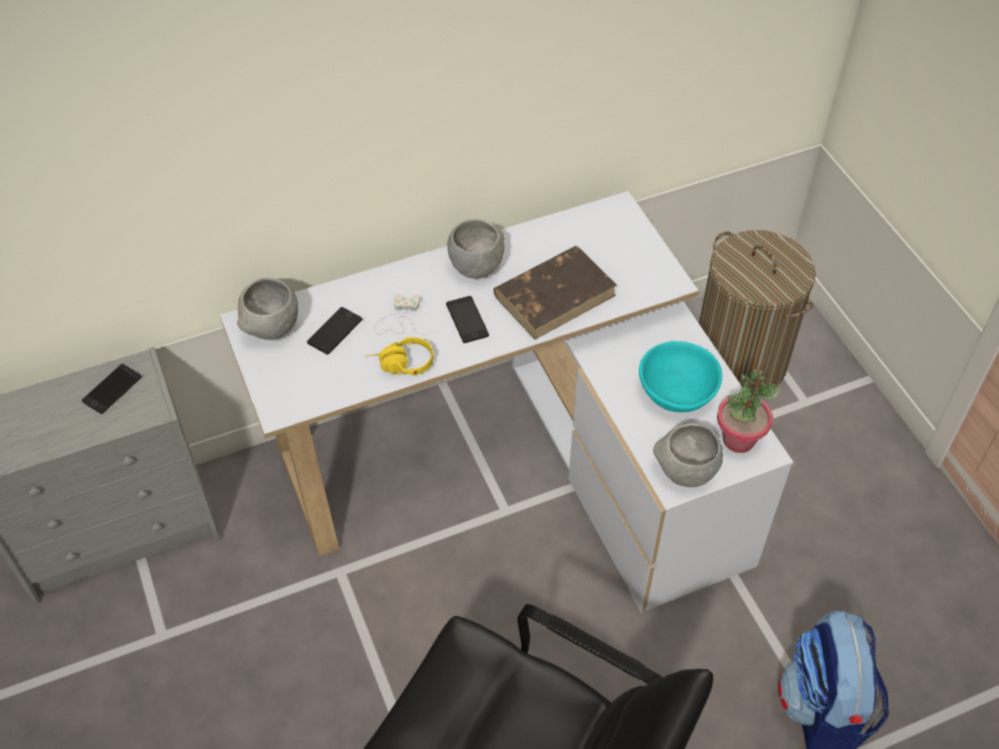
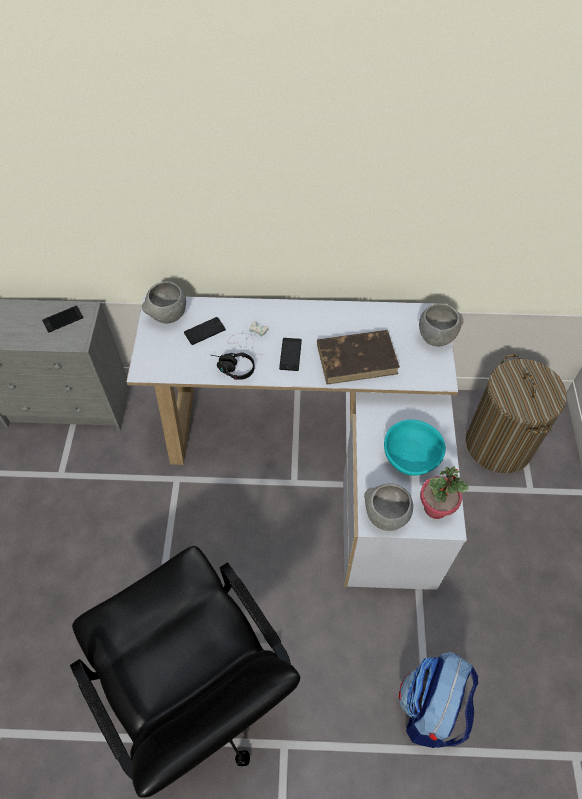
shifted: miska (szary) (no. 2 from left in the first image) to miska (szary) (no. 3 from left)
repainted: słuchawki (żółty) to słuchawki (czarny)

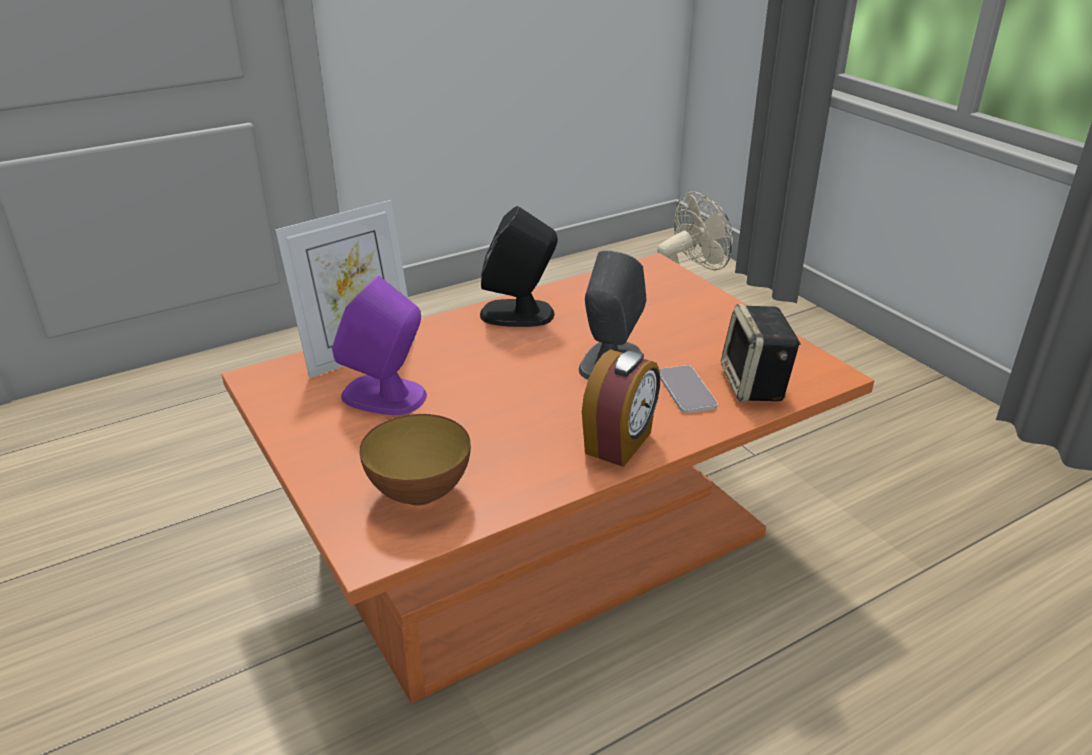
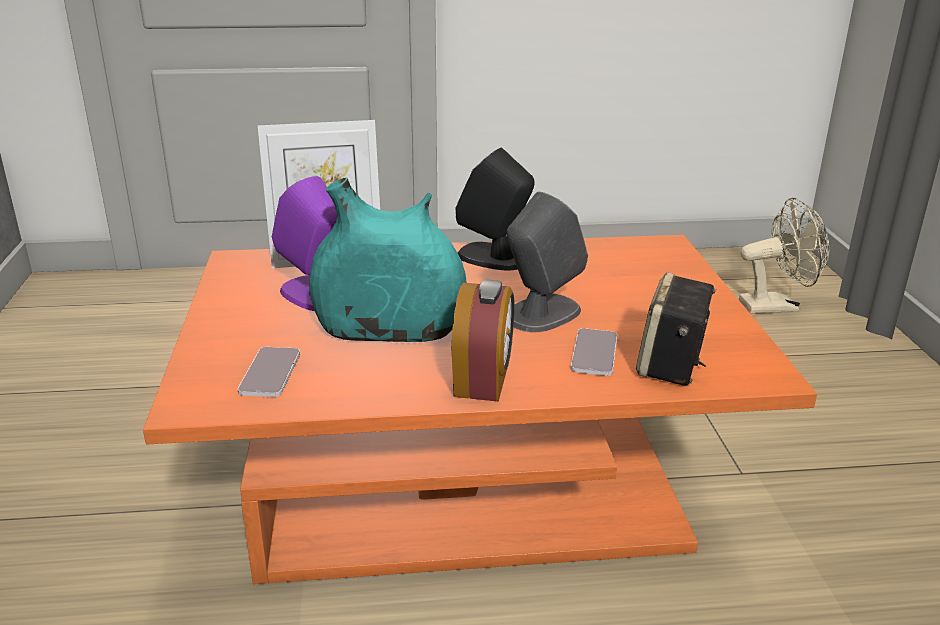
new: wazon (turkusowy)
swapped: miska to telefon (no. 1 from left)
rotated: budzik 45 degrees counterclockwise

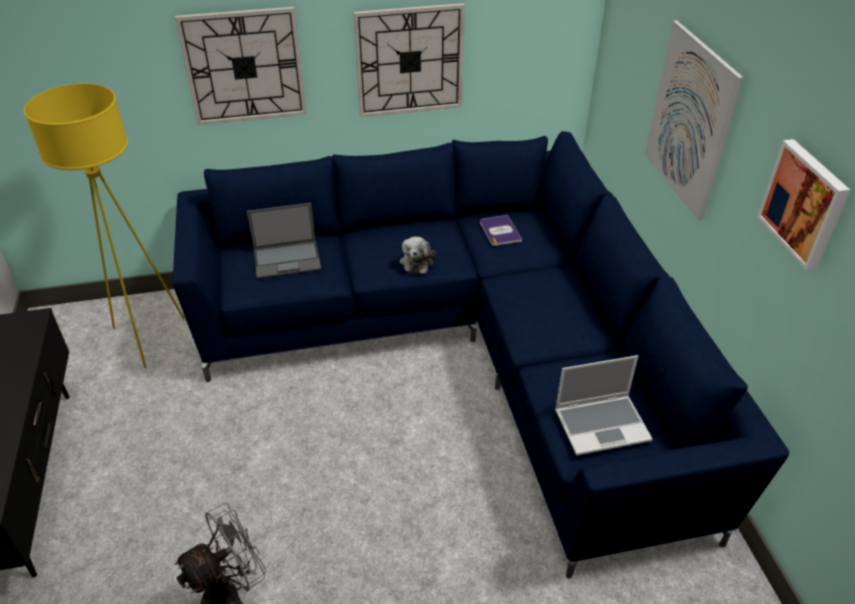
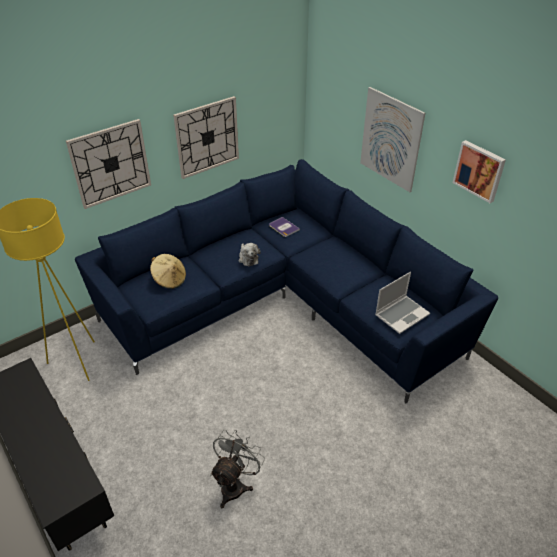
swapped: laptop (no. 1 from left) to kapelusz (beżowy)

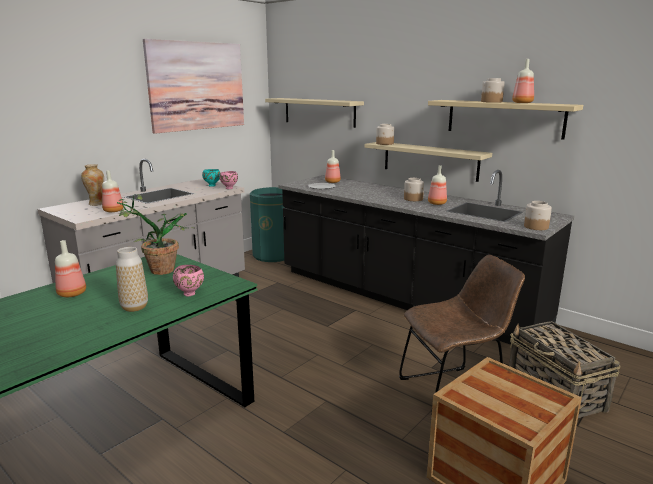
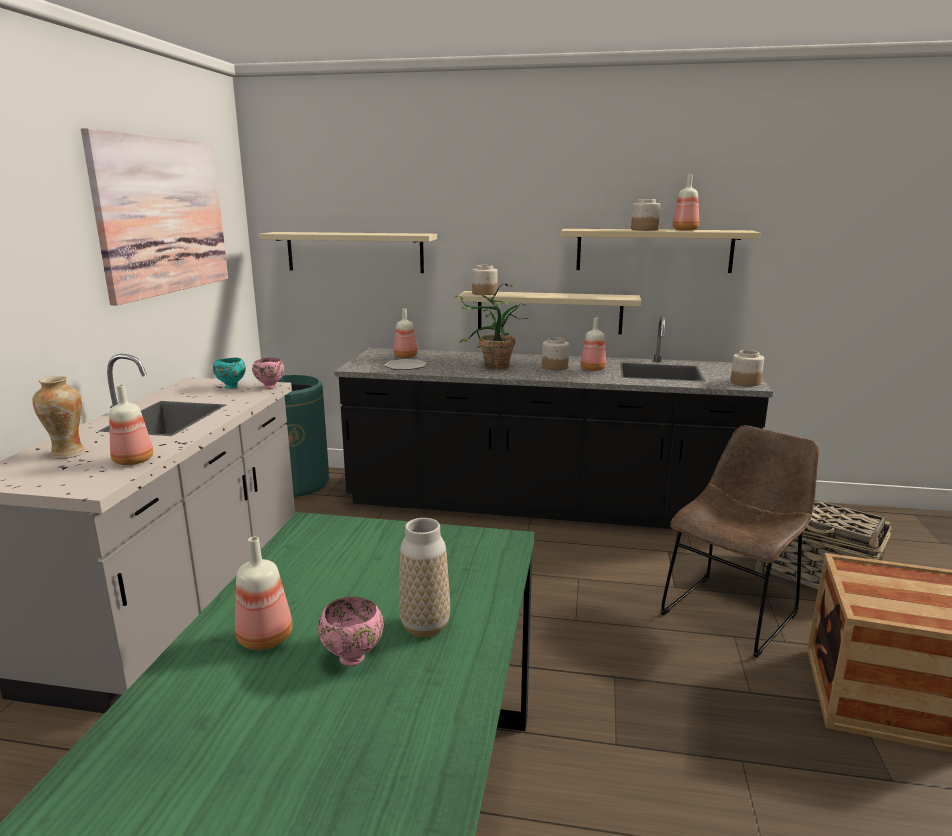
shifted: roślina doniczkowa; miska (różowy) (no. 1 from left in the first image) to miska (różowy) (no. 2 from left)

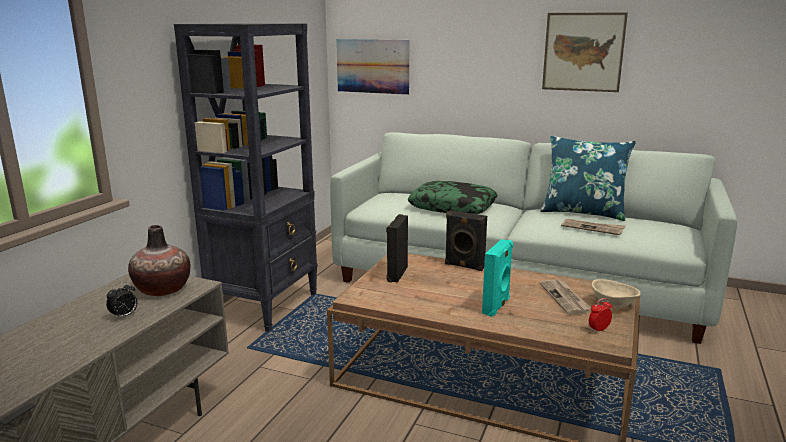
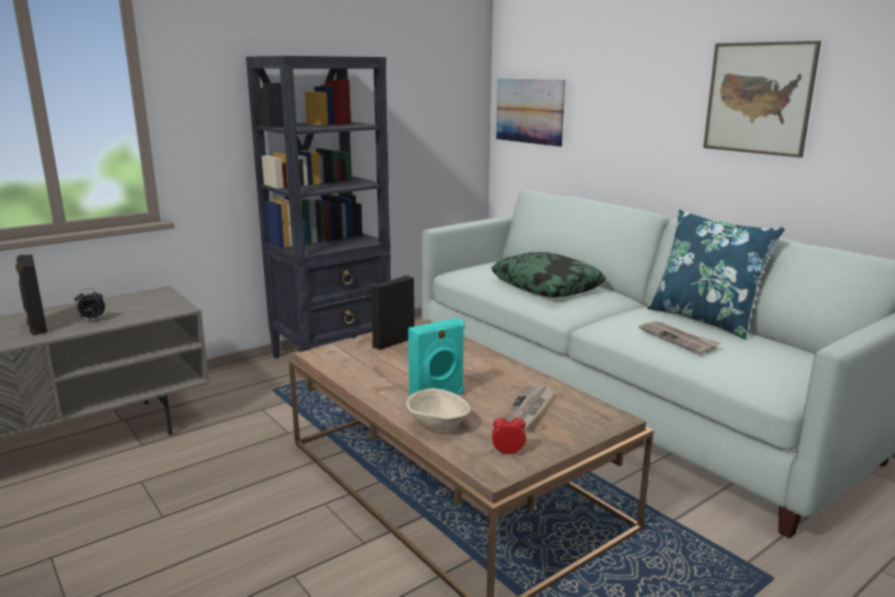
gone: wazon
shifted: głośnik (czarny) (no. 2 from left in the first image) to głośnik (czarny) (no. 1 from left); miska (beżowy)

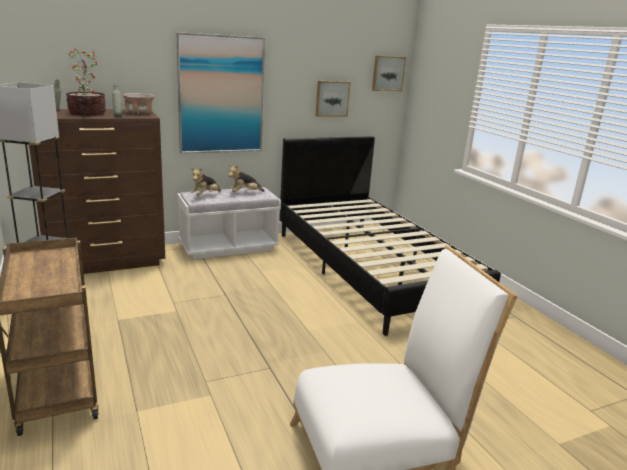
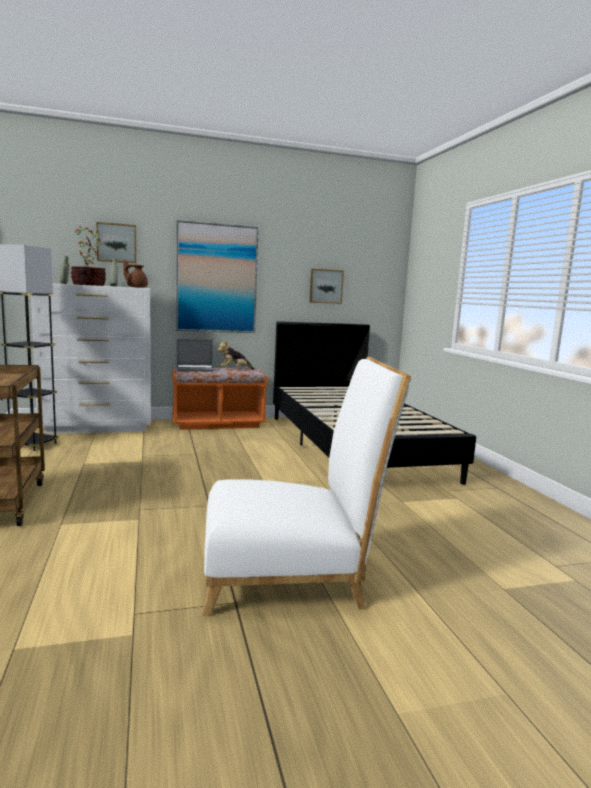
shifted: obraz (no. 3 from left in the first image) to obraz (no. 1 from left)
swapped: miska (beżowy) to imbryk (brązowy); pluszak (no. 1 from left) to laptop
repainted: komoda (brązowy) to komoda (biały); ławka (biały) to ławka (pomarańczowy)

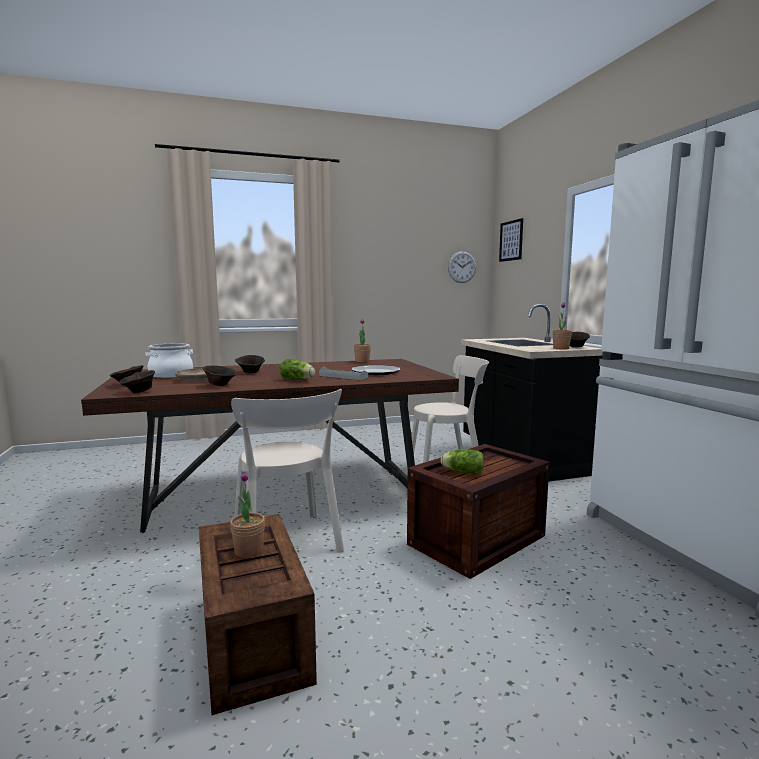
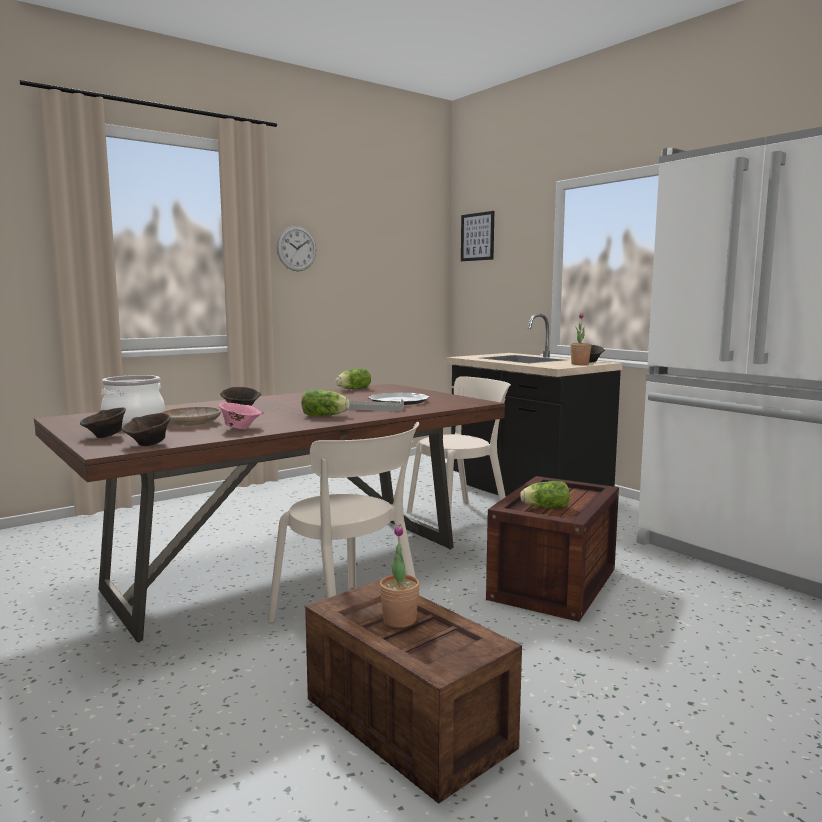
shifted: zegar ścienny
swapped: roślina doniczkowa (no. 2 from left) to sałata (no. 2 from left)
repainted: miska (brązowy) (no. 3 from left) to miska (różowy)

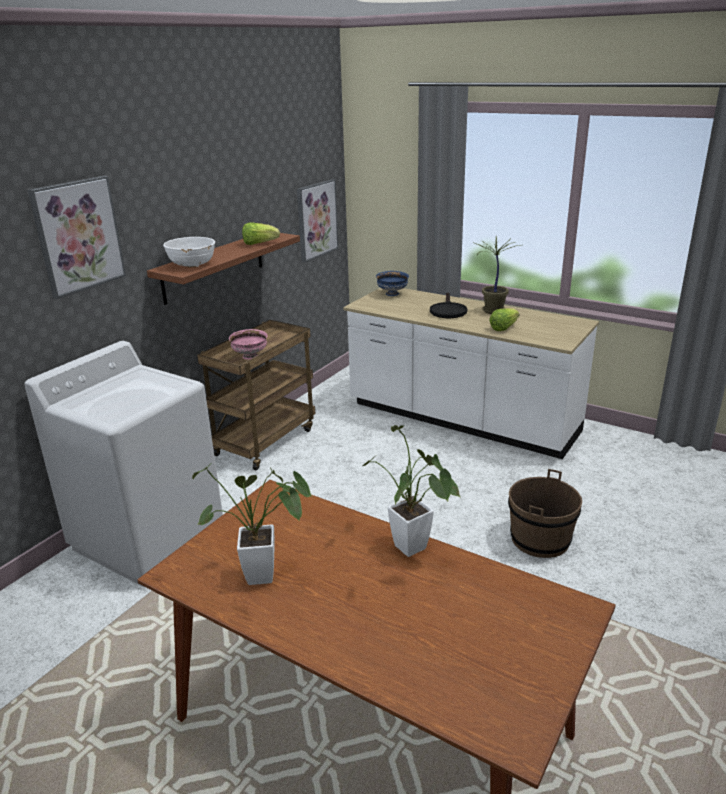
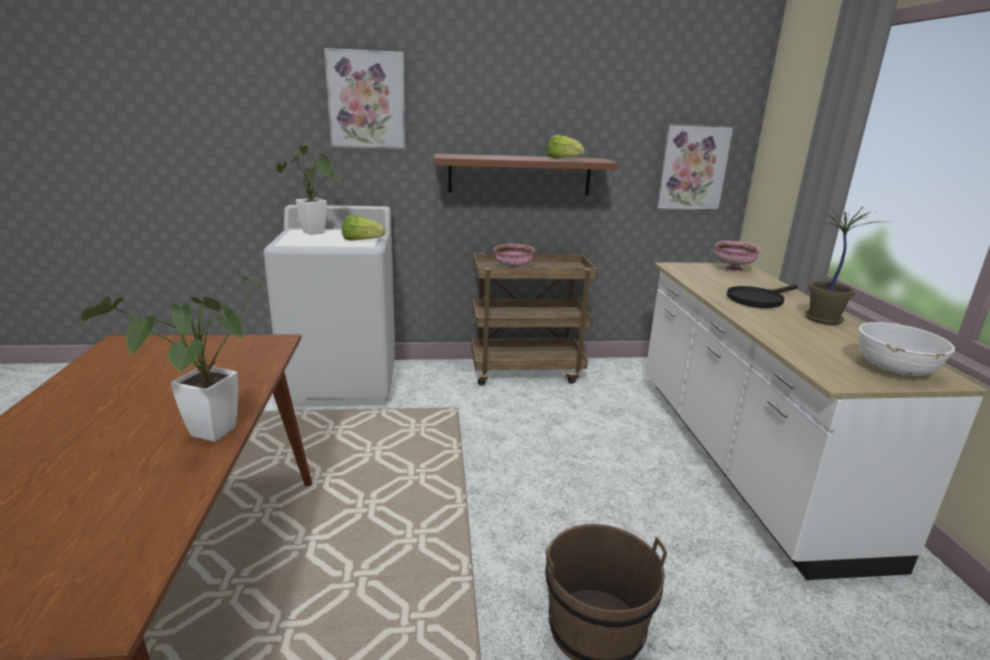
shifted: miska (biały); roślina doniczkowa (no. 1 from left in the first image) to roślina doniczkowa (no. 2 from left); sałata (no. 2 from left in the first image) to sałata (no. 1 from left)
repainted: miska (niebieski) to miska (różowy) (no. 2 from left)

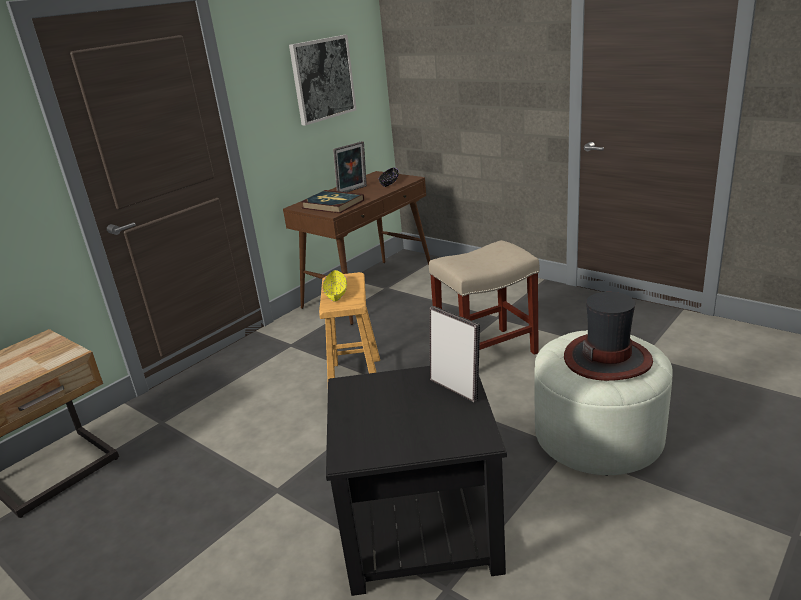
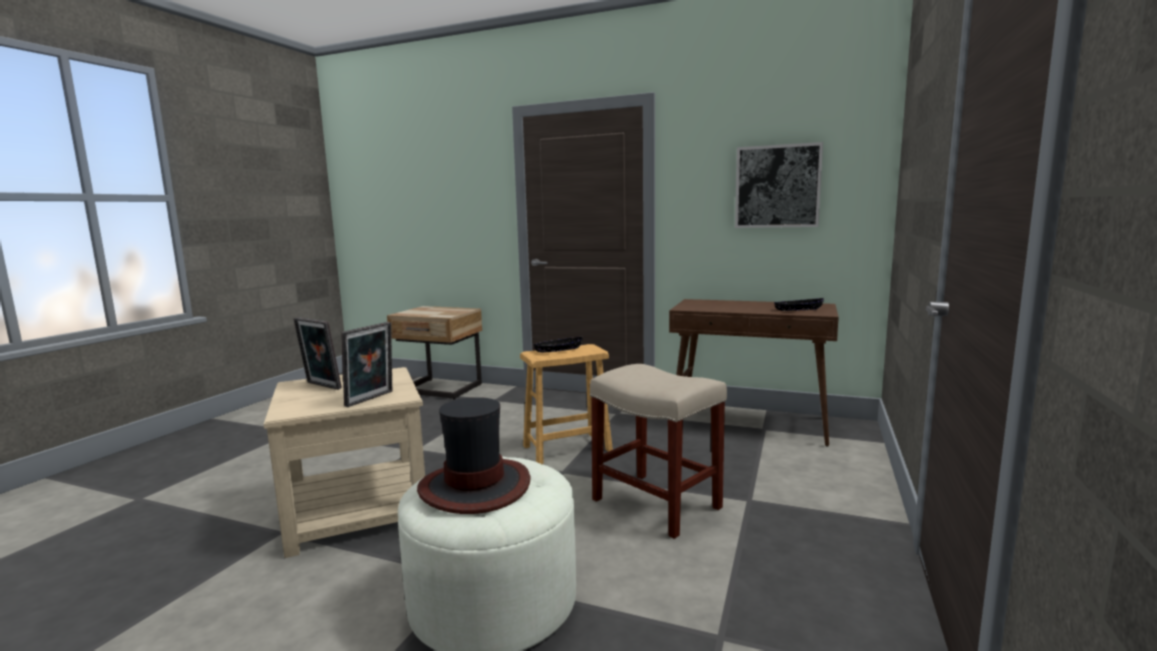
gone: książka
shifted: ramka na zdjęcie (no. 1 from left)
repainted: miska (żółty) to miska (czarny) (no. 1 from left); stolik (czarny) to stolik (beżowy)

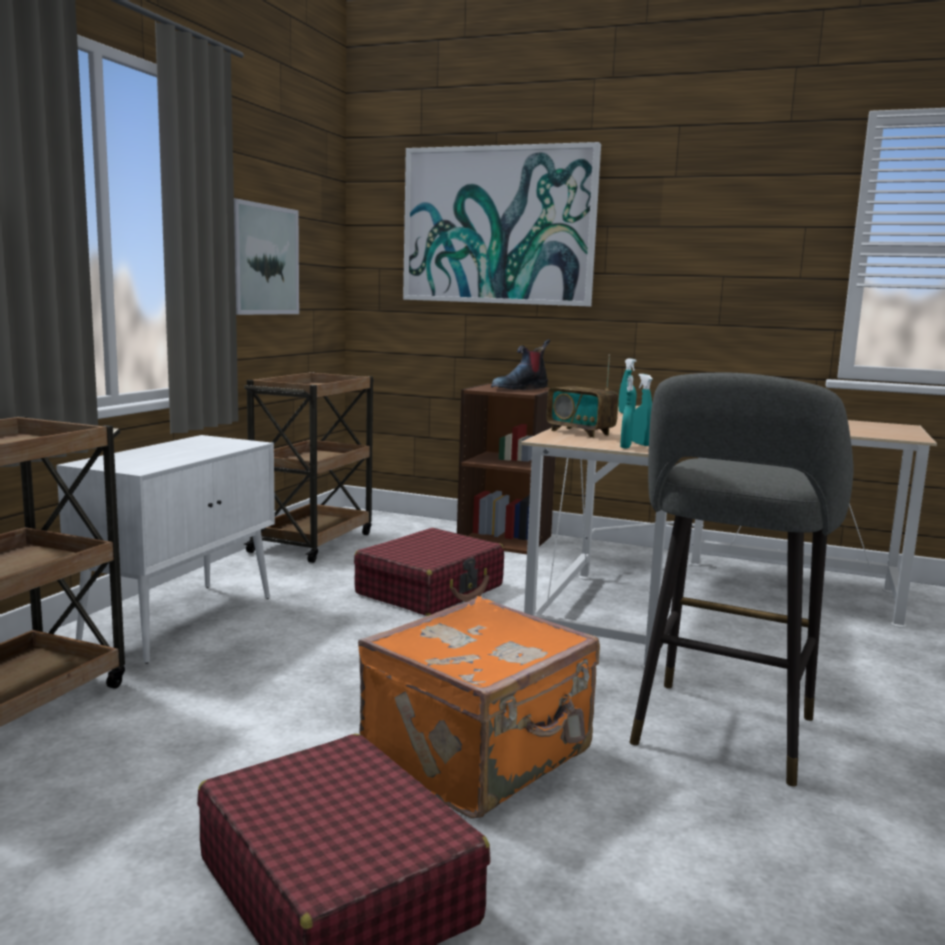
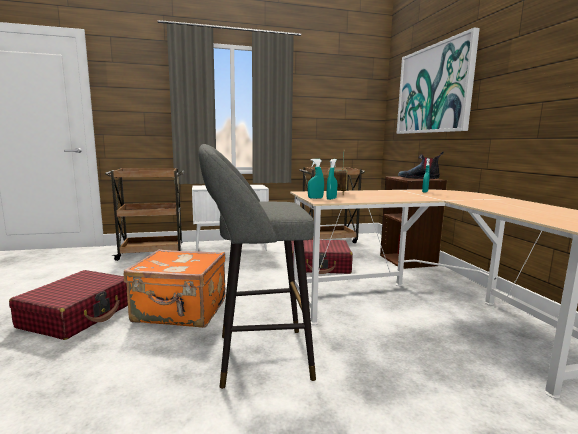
gone: obraz (no. 1 from left)

